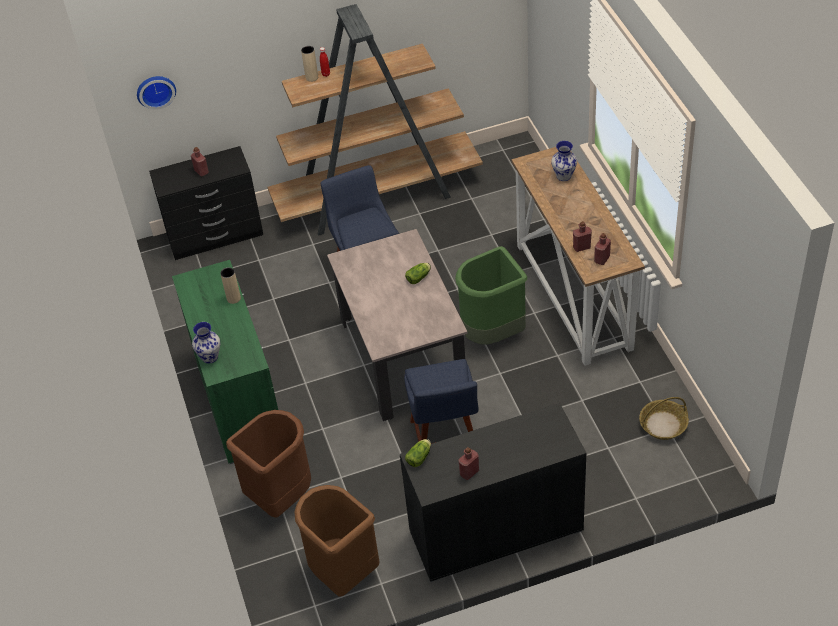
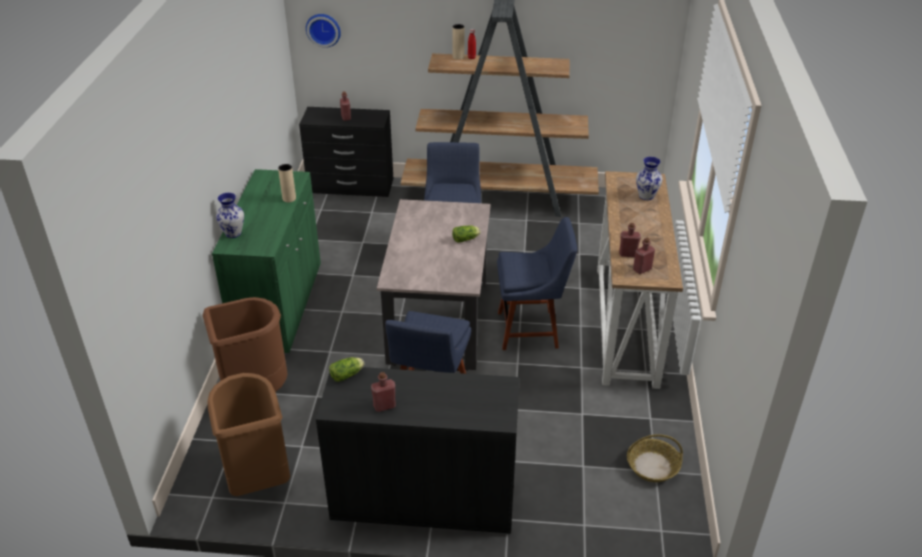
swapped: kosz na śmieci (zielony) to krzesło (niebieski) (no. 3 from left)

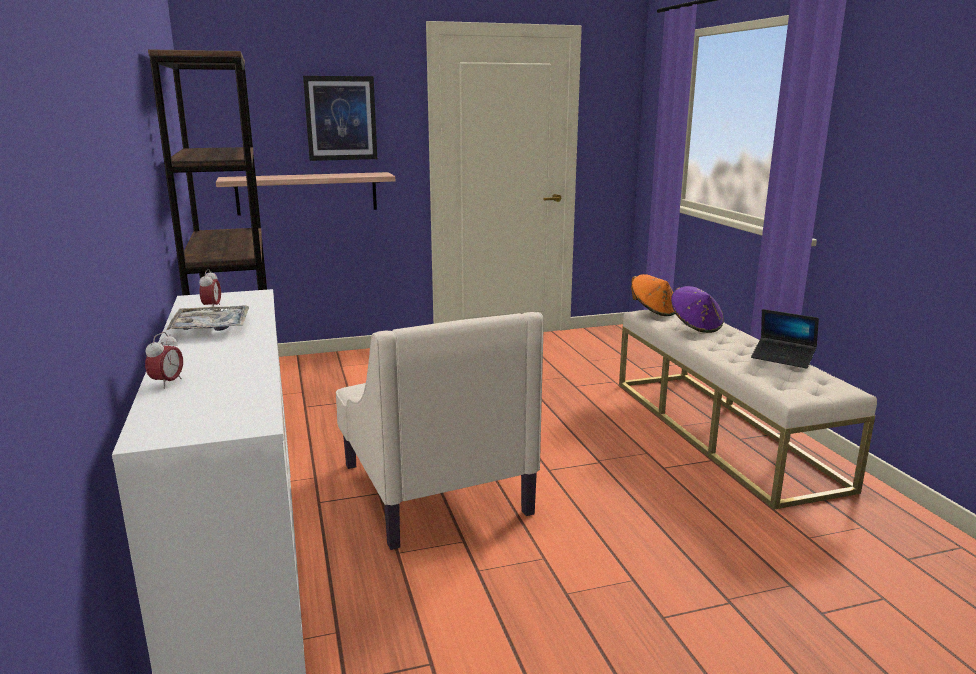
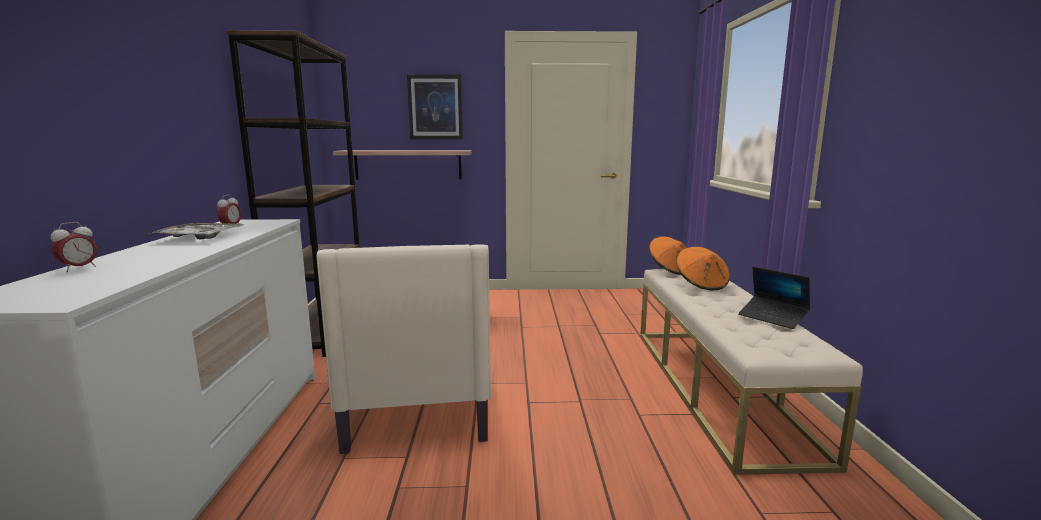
repainted: kapelusz (fioletowy) to kapelusz (pomarańczowy) (no. 2 from left)

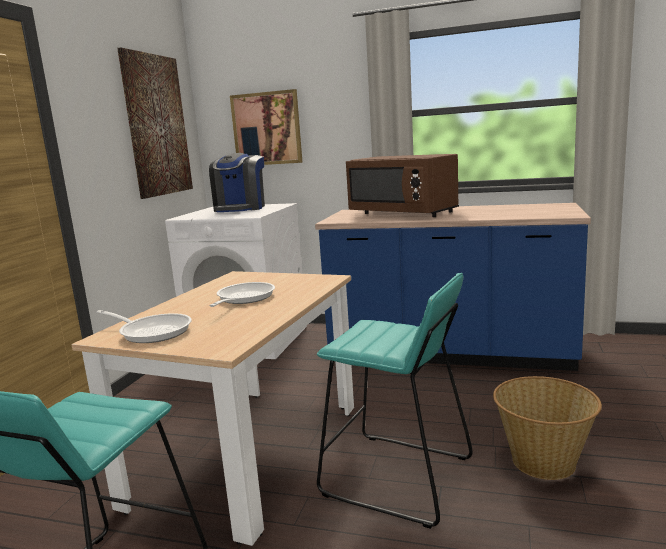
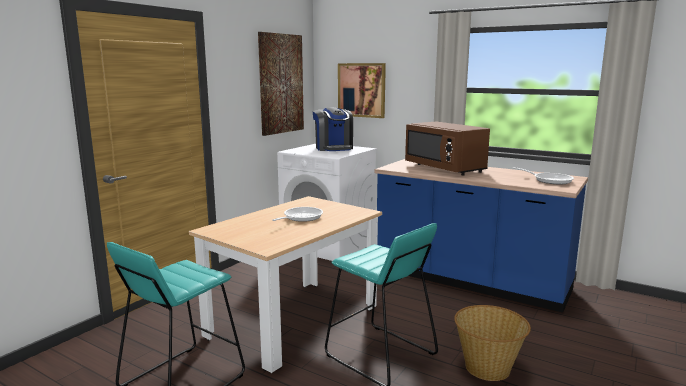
shifted: patelnia (no. 1 from left in the first image) to patelnia (no. 2 from left)
rotated: ekspres do kawy 45 degrees counterclockwise

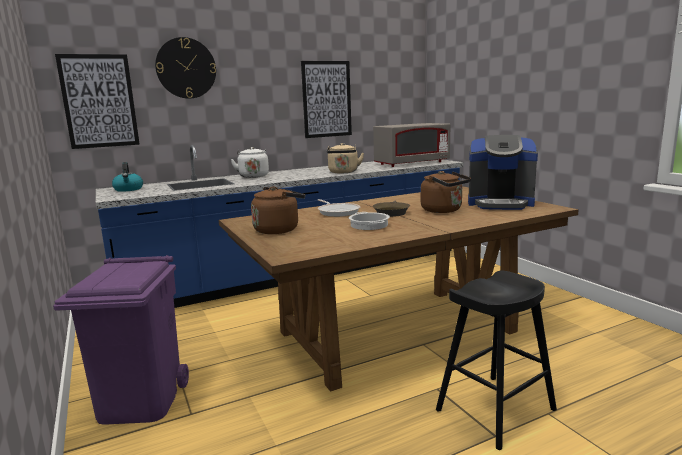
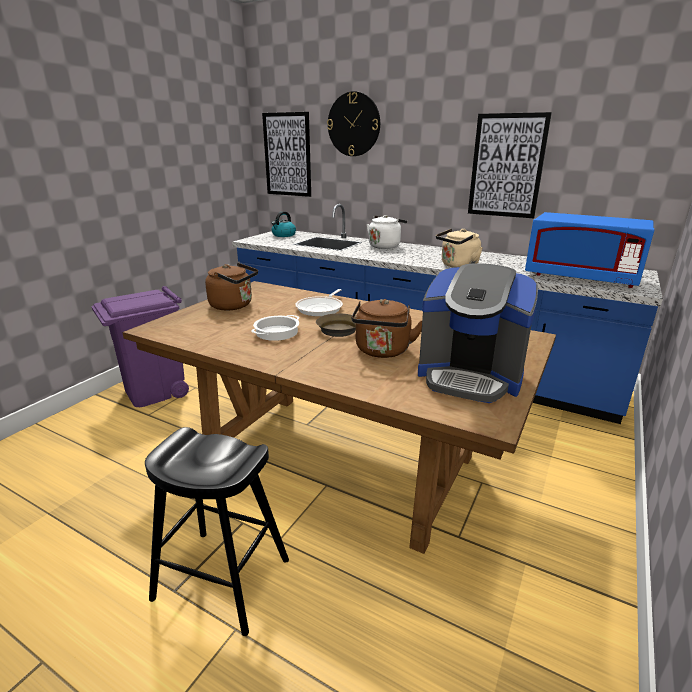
repainted: mikrofalówka (szary) to mikrofalówka (niebieski)
rotated: ekspres do kawy 45 degrees counterclockwise

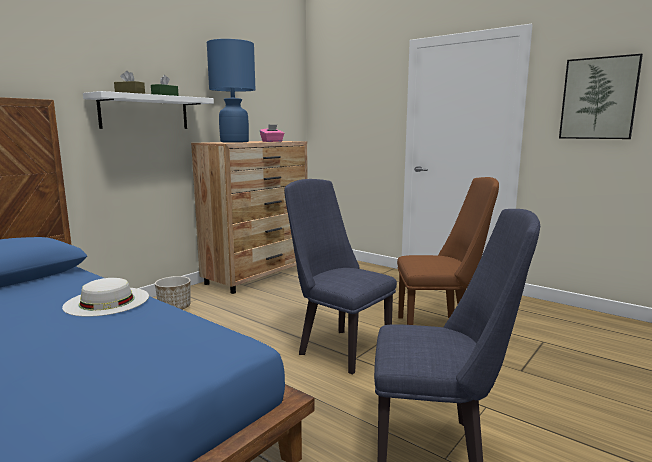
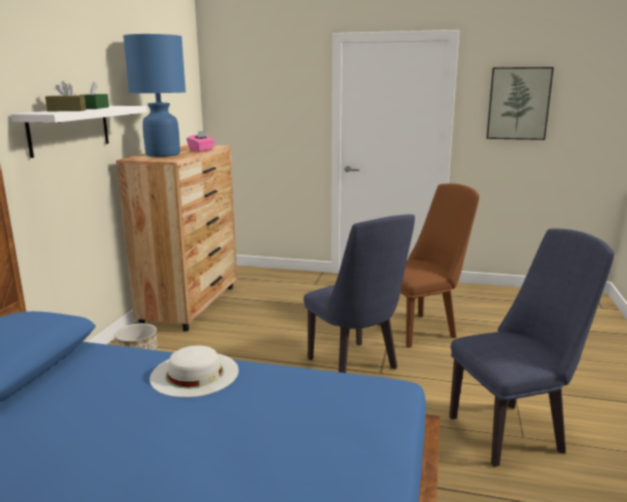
rotated: krzesło (niebieski) (no. 1 from left) 135 degrees counterclockwise

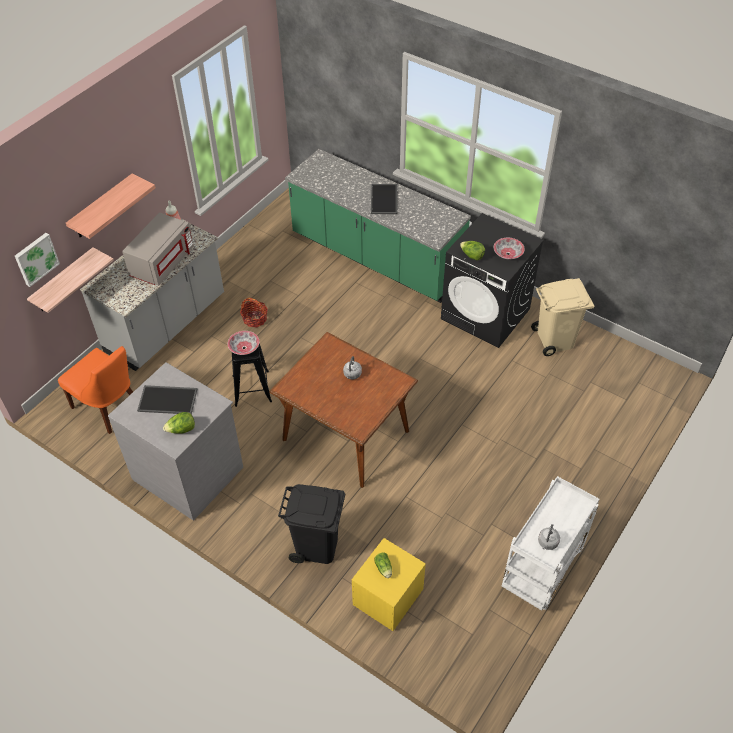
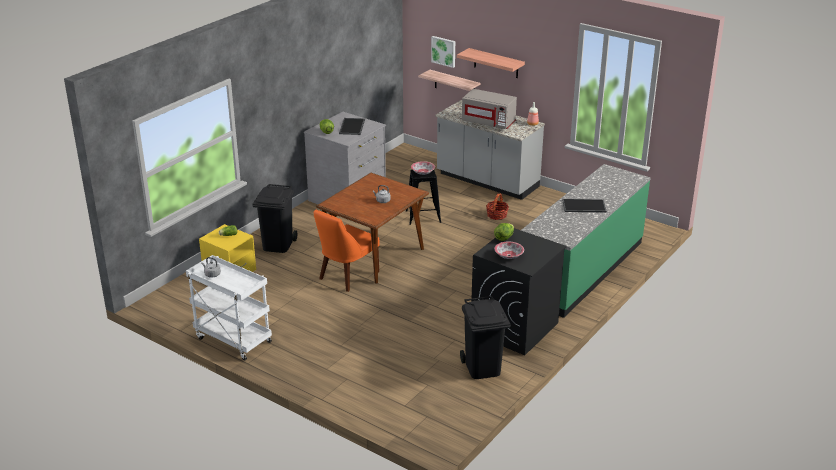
shifted: krzesło (pomarańczowy)
repainted: kosz na śmieci (beżowy) to kosz na śmieci (czarny) (no. 2 from left)

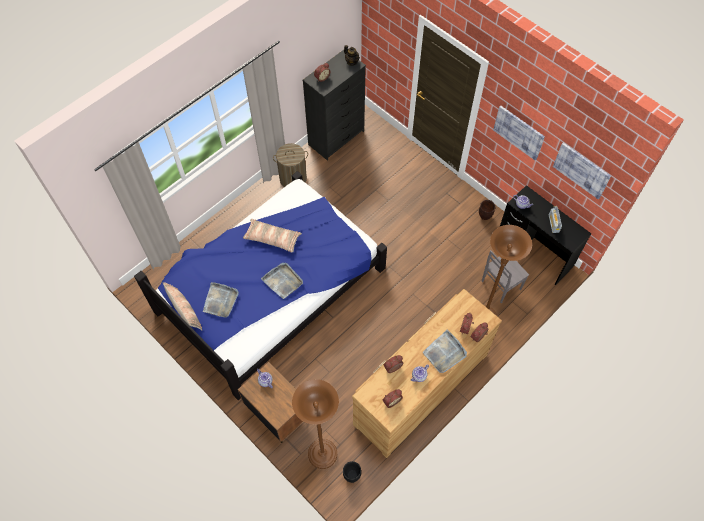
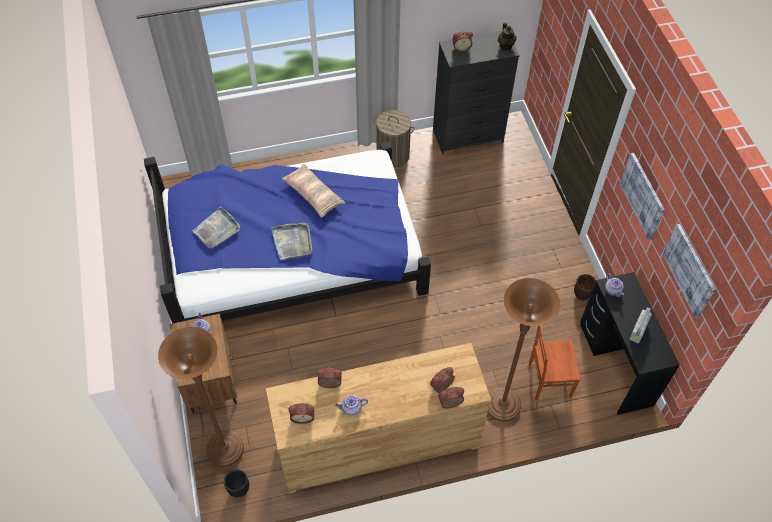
gone: poduszka (no. 1 from left); taca (szary) (no. 3 from left)
repainted: krzesło (szary) to krzesło (brązowy)

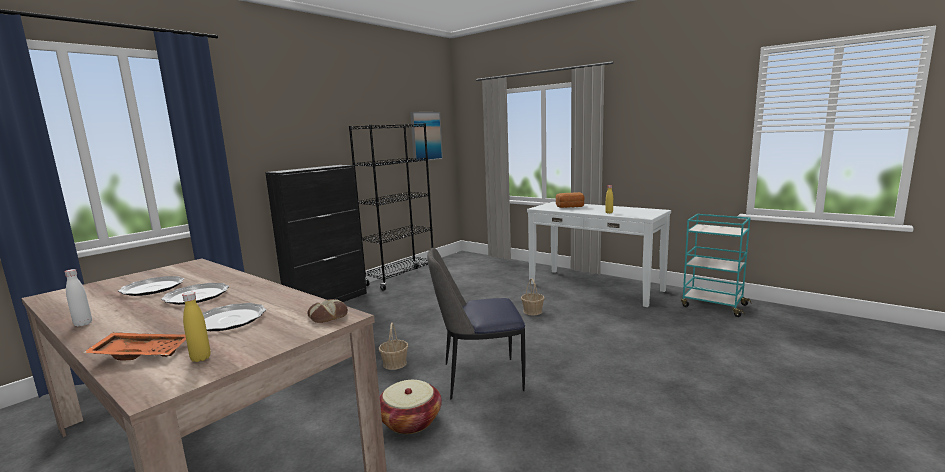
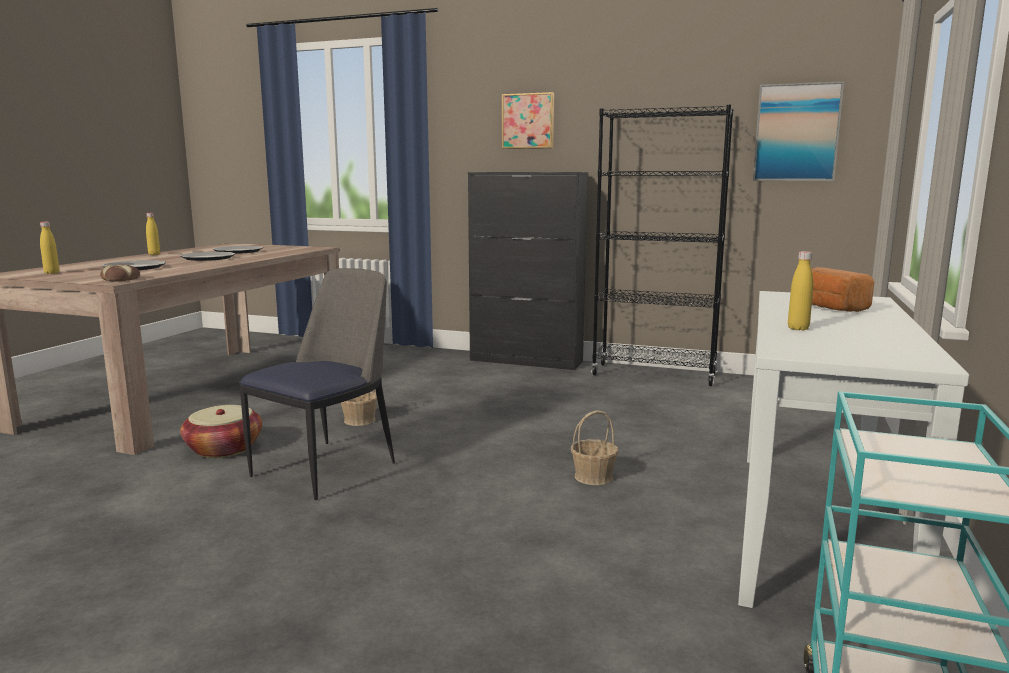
gone: taca (pomarańczowy)
new: obraz (no. 1 from left)
repainted: butelka (biały) to butelka (żółty) (no. 2 from left)
rotated: krzesło 60 degrees clockwise

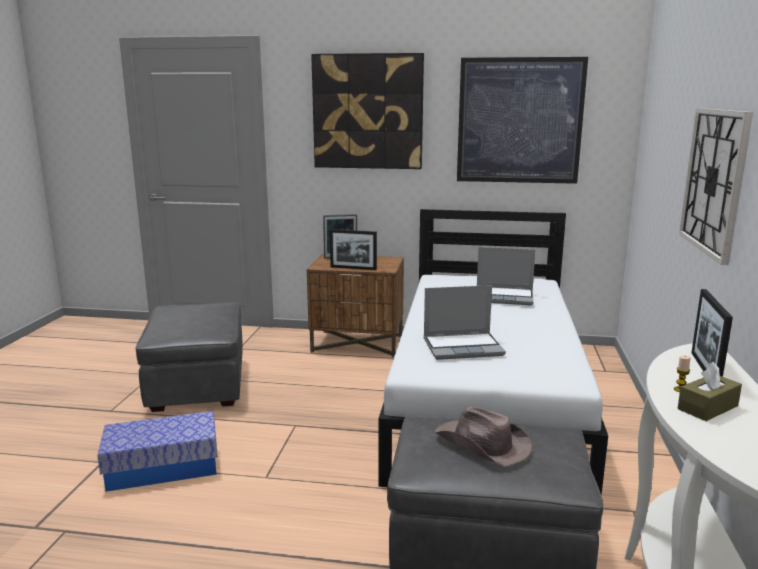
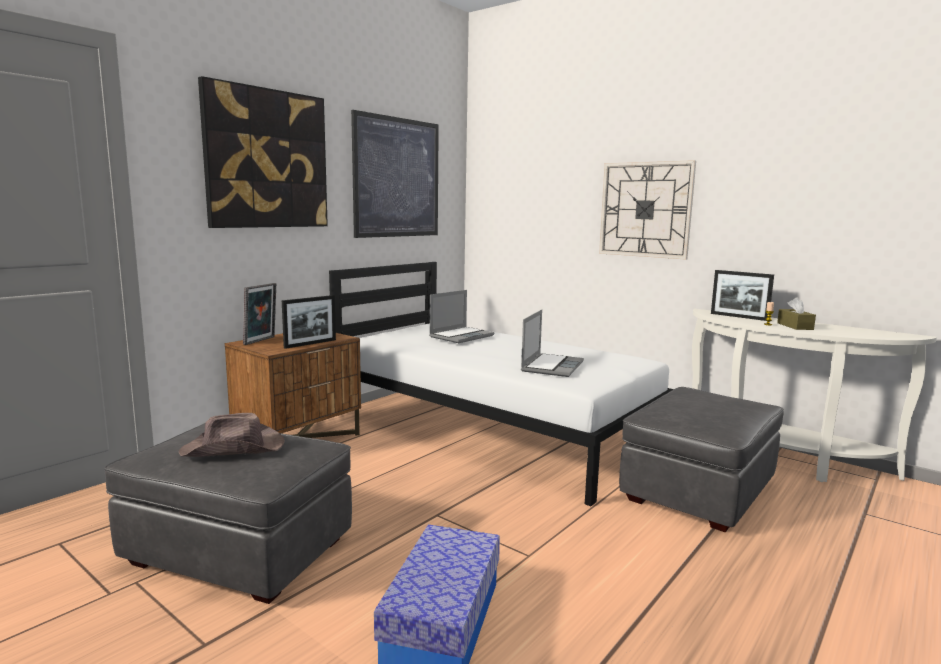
shifted: kapelusz (brązowy)

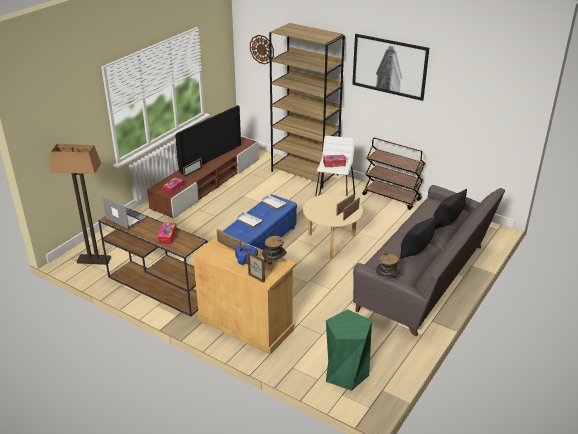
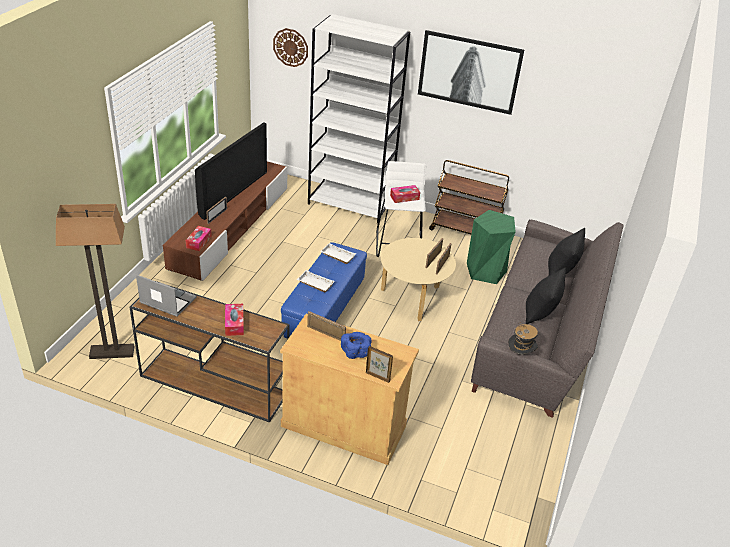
gone: kapelusz (no. 1 from left)
shifted: stołek (zielony)
repainted: regał (brązowy) to regał (biały)

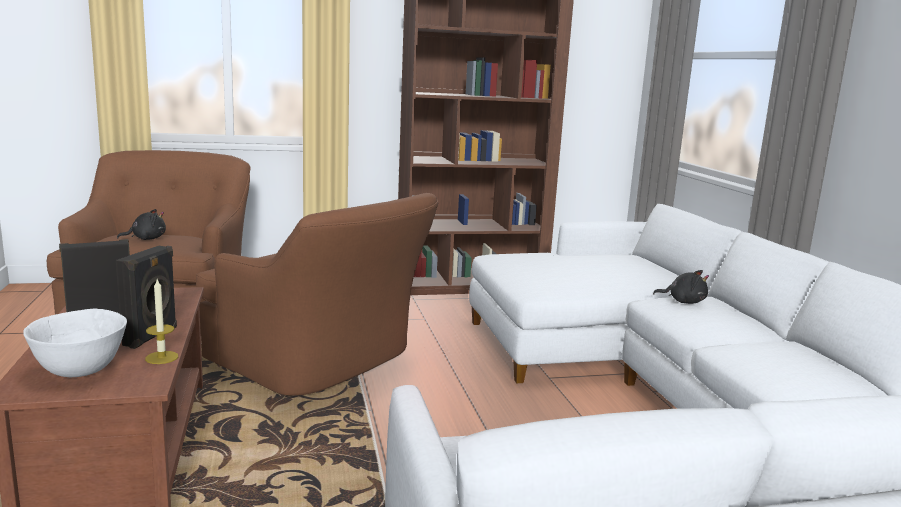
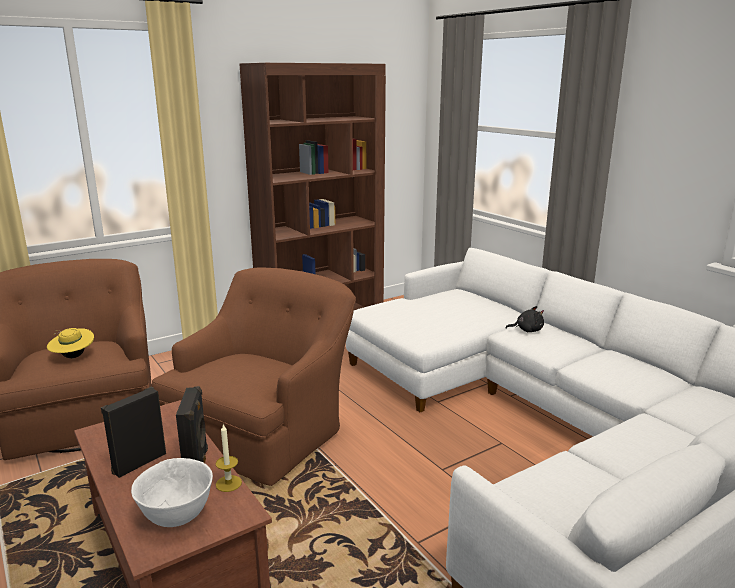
swapped: pluszak (czarny) (no. 1 from left) to kapelusz (żółty)
rotated: fotel (brązowy) (no. 2 from left) 75 degrees counterclockwise

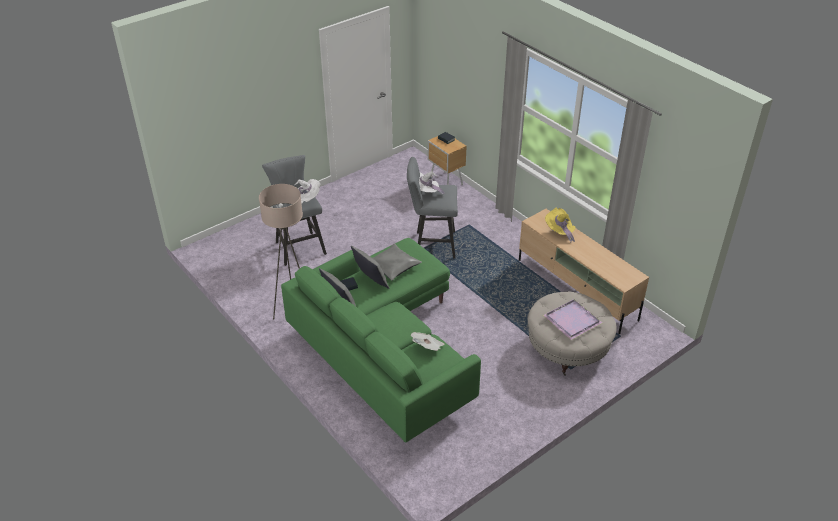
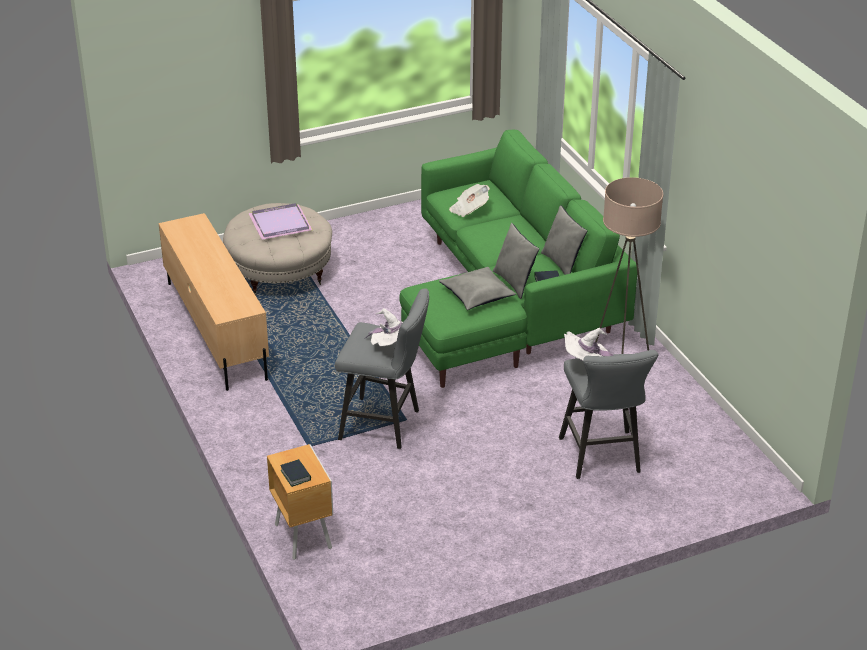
gone: kapelusz (żółty)

